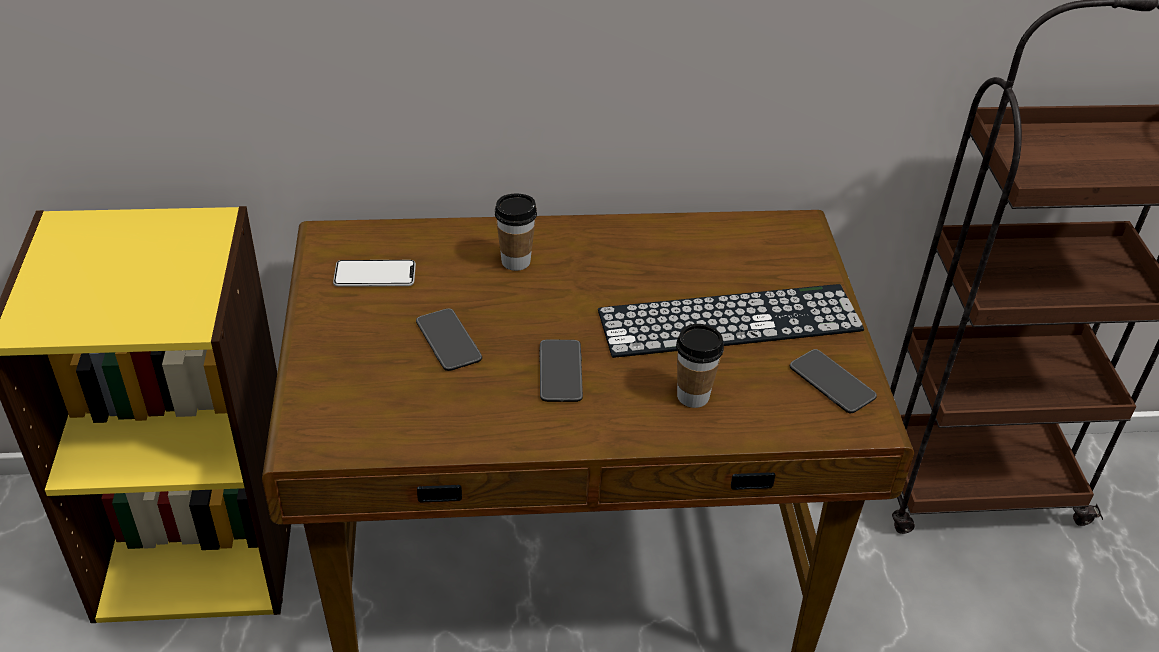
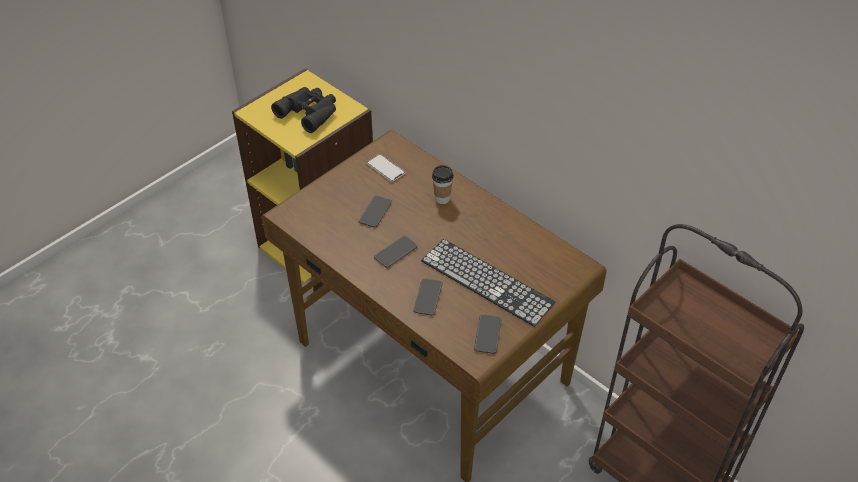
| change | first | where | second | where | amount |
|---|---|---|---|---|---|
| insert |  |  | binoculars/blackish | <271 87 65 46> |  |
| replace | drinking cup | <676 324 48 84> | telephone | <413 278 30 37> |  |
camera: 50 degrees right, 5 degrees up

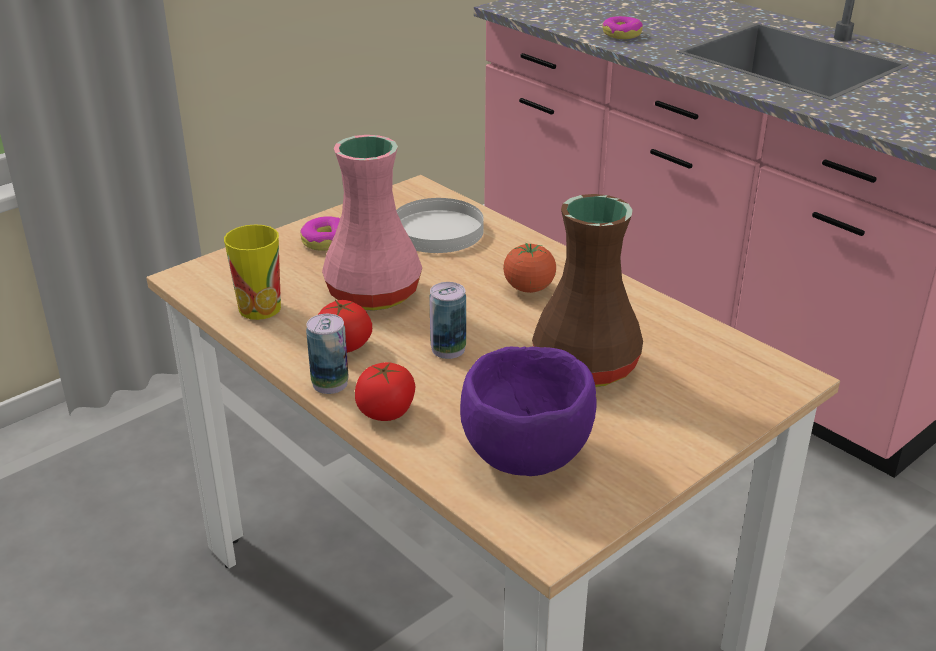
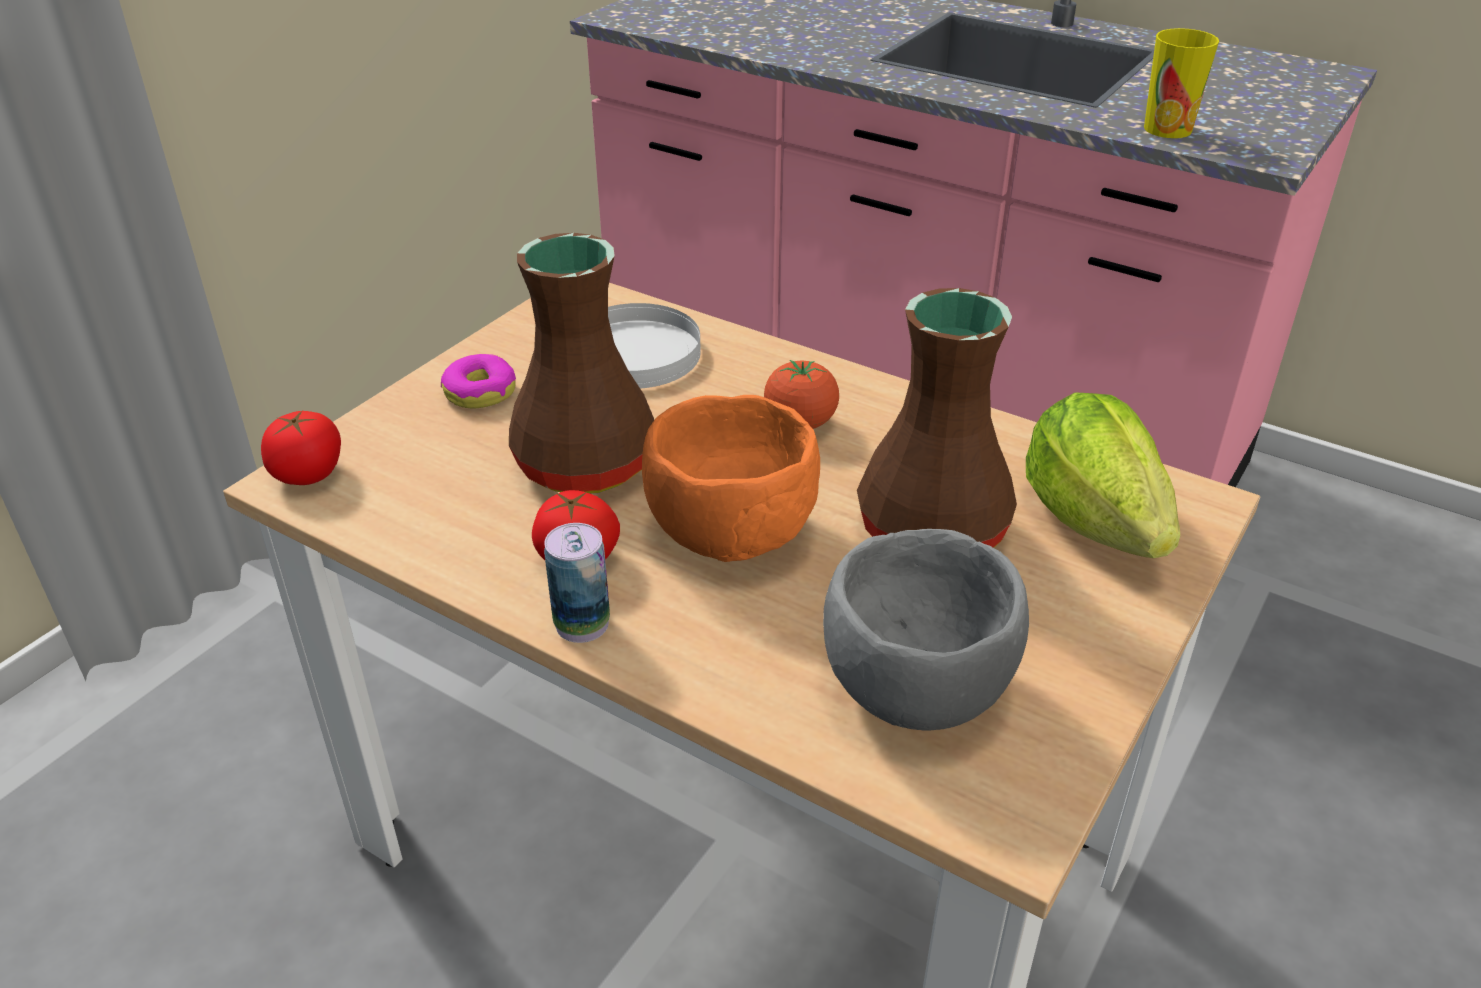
| change | first | where | second | where | amount |
|---|---|---|---|---|---|
| delete | donut | <602 16 41 23> |  |  |  |
| insert |  |  | lettuce | <1026 392 154 166> |  |
| move | drinking cup | <224 224 57 96> |  | <1144 28 75 110> |  |
| move | whole tomato | <355 362 60 59> |  | <261 410 80 75> |  |
| replace | metal can | <429 282 37 77> | bowl/orange | <642 395 178 167> |  |
| recolor | vase/pinkish | <322 135 100 176> | vase/brownish | <509 233 145 261> |  |
| recolor | bowl/purplish | <460 347 137 129> | bowl/gray | <823 529 206 202> |  |
camera: 15 degrees left, 5 degrees up

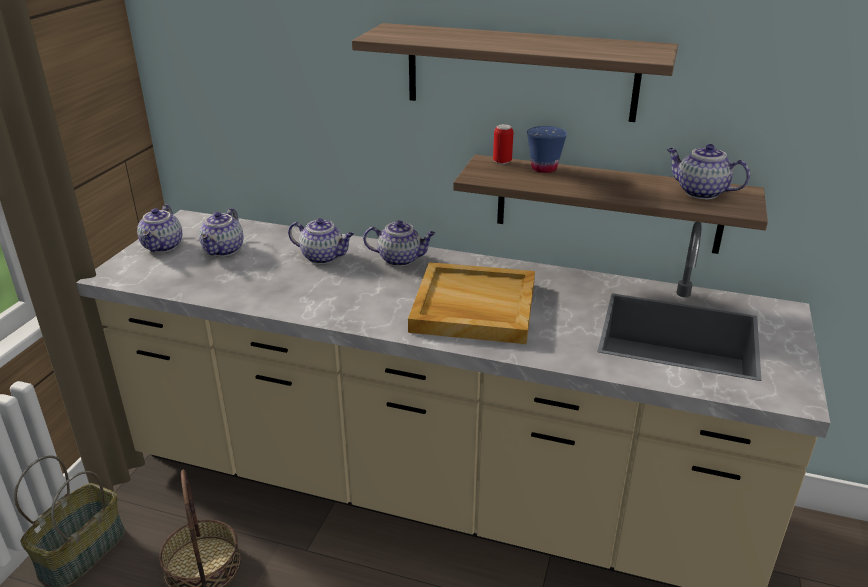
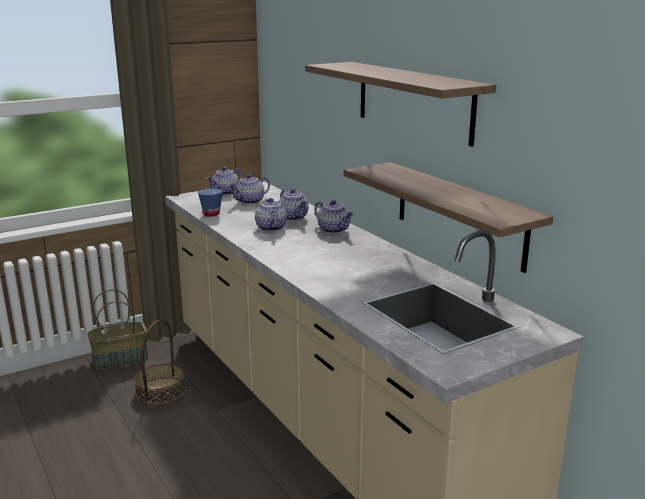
| change | first | where | second | where | amount |
|---|---|---|---|---|---|
| delete | carrying tray/beige | <408 262 127 82> |  |  |  |
| delete | metal can | <493 124 21 40> |  |  |  |
| move | drinking cup/bluish | <527 126 40 47> |  | <198 188 25 29> |  |
| move | tea pot | <667 144 83 55> |  | <255 198 32 33> |  |
camera: 40 degrees right, 10 degrees down

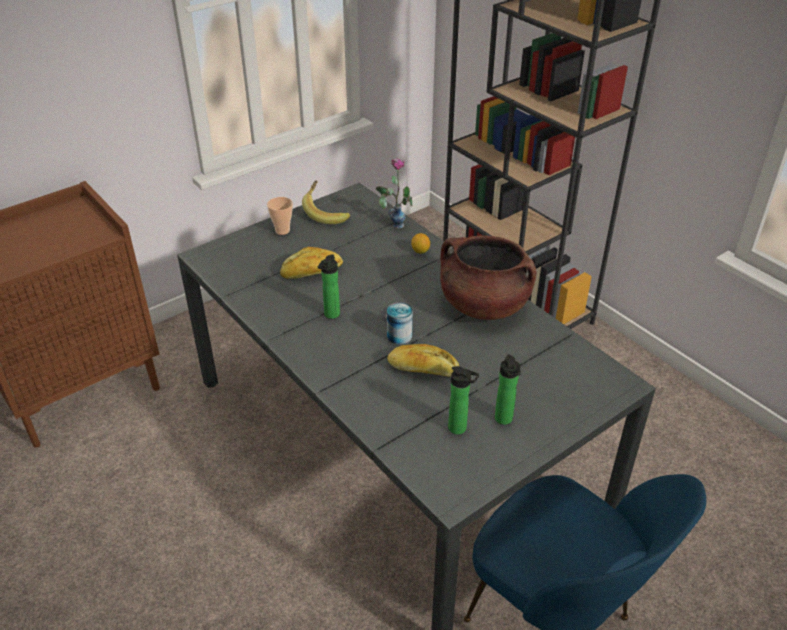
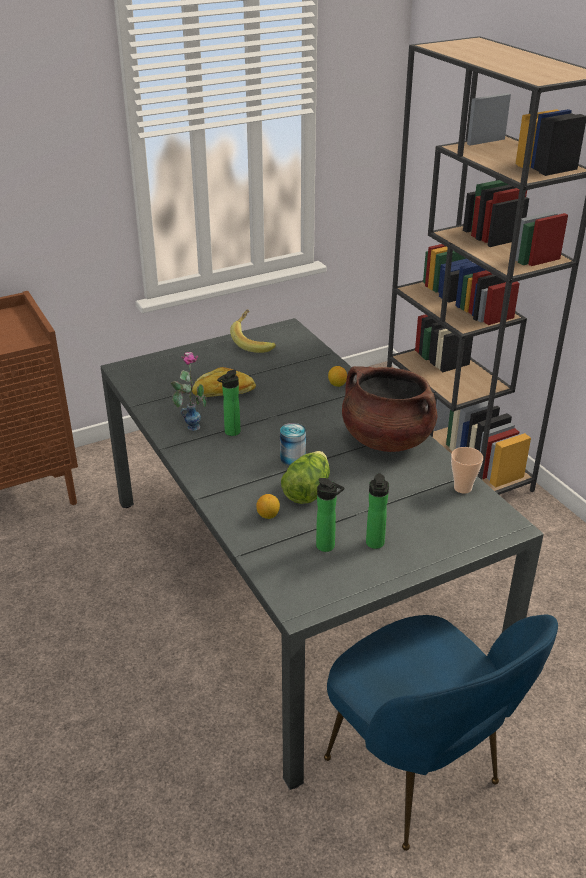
| change | first | where | second | where | amount |
|---|---|---|---|---|---|
| insert |  |  | lemon | <256 494 24 25> |  |
| move | drinking cup | <267 197 26 38> |  | <451 447 32 47> |  |
| move | vase | <376 158 36 71> |  | <171 352 36 79> |  |
| replace | bakery bread | <387 344 72 33> | lettuce | <281 451 49 53> |  |
camera: 10 degrees right, 5 degrees down

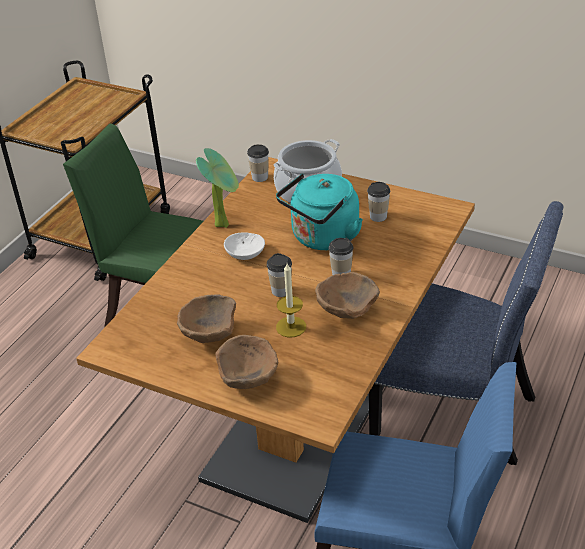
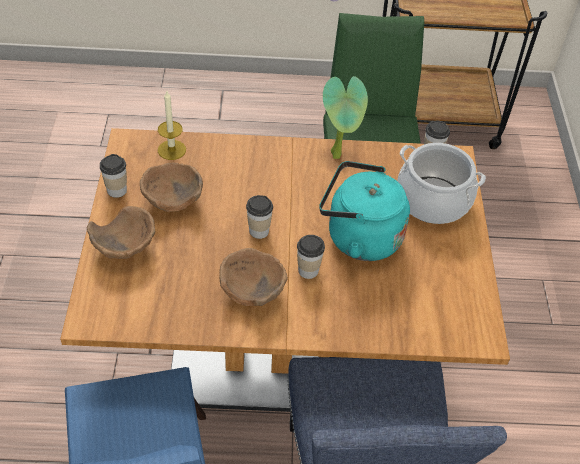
| change | first | where | second | where | amount |
|---|---|---|---|---|---|
| delete | bowl/whitish | <224 232 41 28> |  |  |  |
| move | wax candle | <276 263 30 75> |  | <158 91 28 69> |  |
| move | drinking cup | <367 182 23 40> |  | <100 154 27 44> |  |
camera: 60 degrees right, 10 degrees up

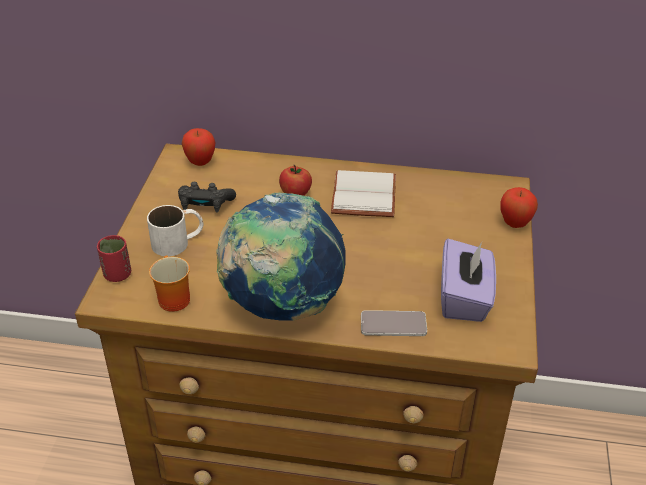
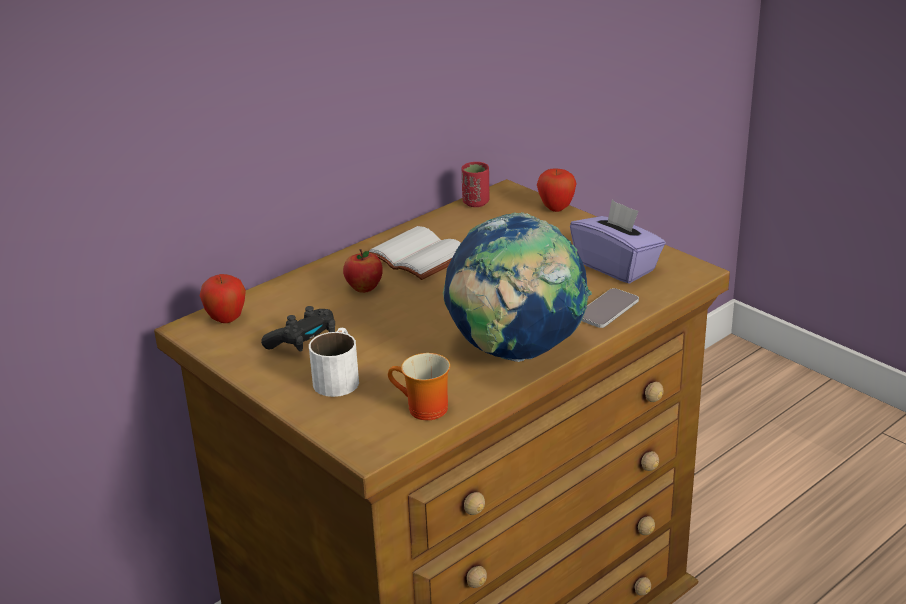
| change | first | where | second | where | amount |
|---|---|---|---|---|---|
| move | drinking cup/red | <97 235 34 47> |  | <462 162 27 45> |  |
camera: 50 degrees left, 10 degrees down

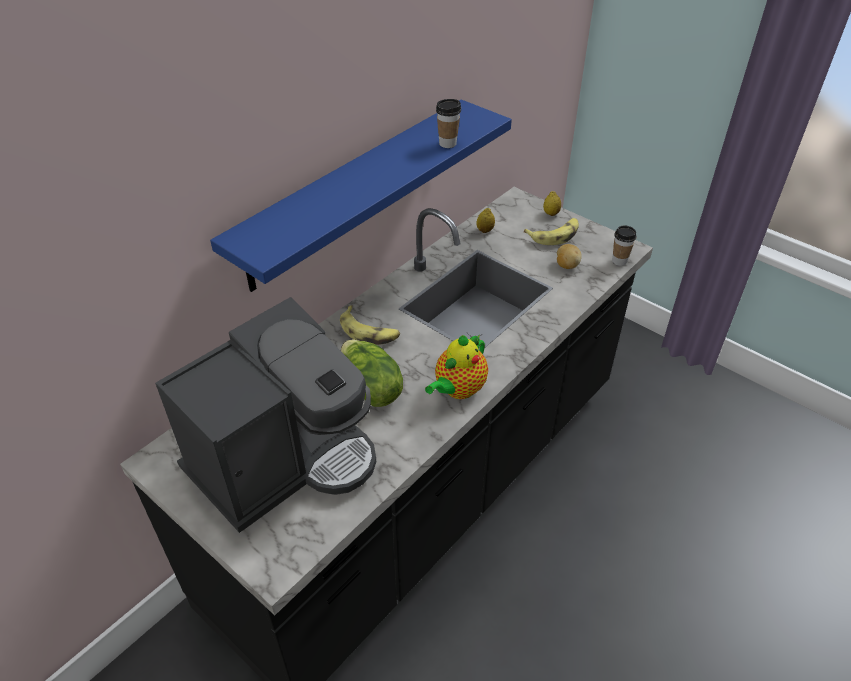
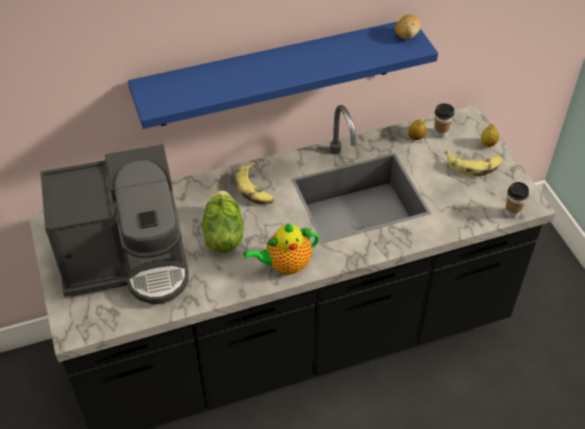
| change | first | where | second | where | amount |
|---|---|---|---|---|---|
| move | drinking cup | <436 99 25 49> |  | <434 103 20 35> |  |
| move | whole potato | <557 244 25 25> |  | <395 14 26 25> |  |
camera: 30 degrees right, 5 degrees up

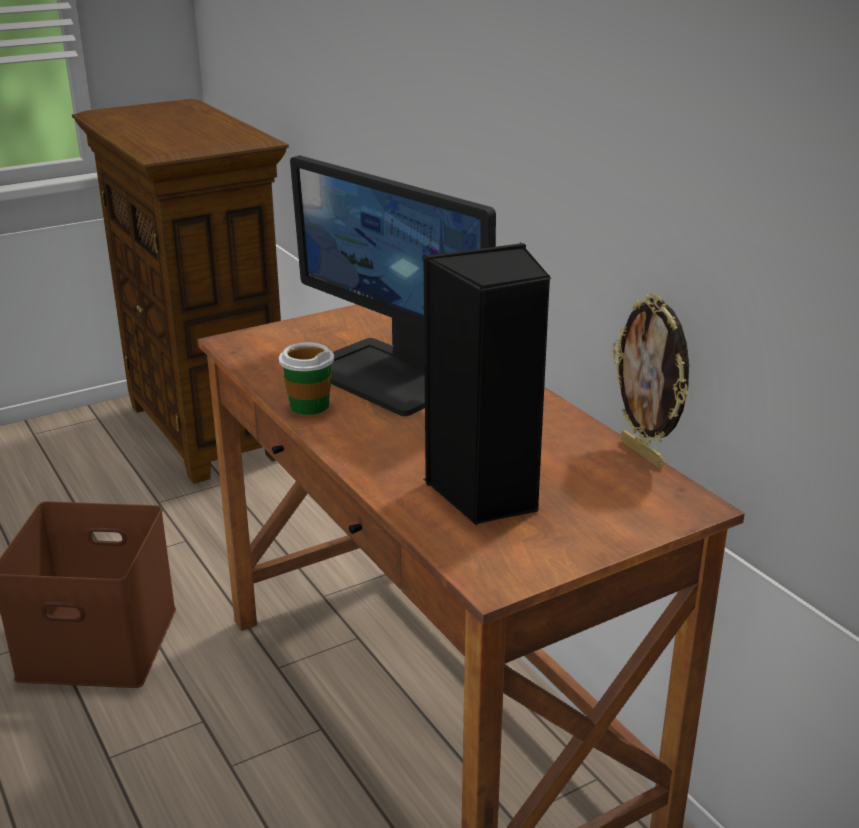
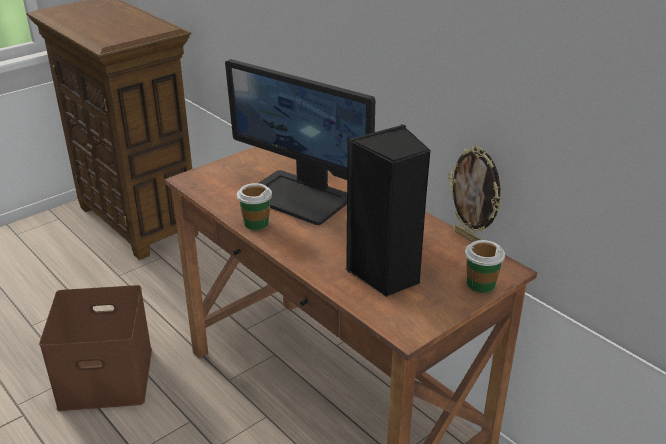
| change | first | where | second | where | amount |
|---|---|---|---|---|---|
| insert |  |  | drinking cup | <465 240 40 53> |  |
camera: 10 degrees left, 5 degrees up

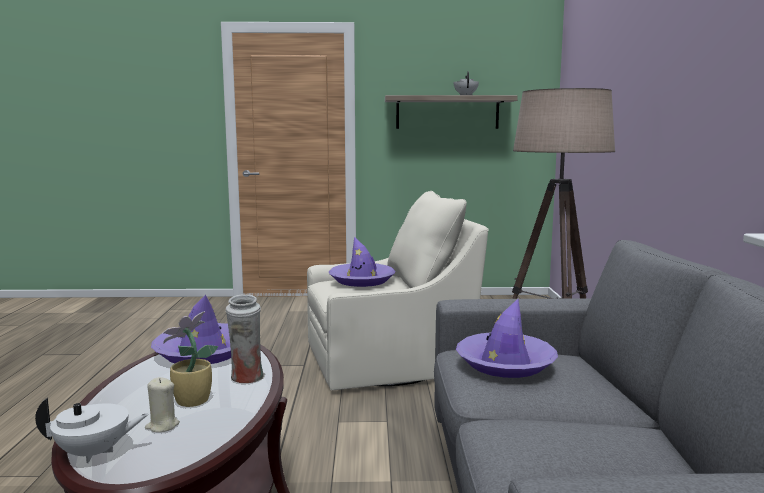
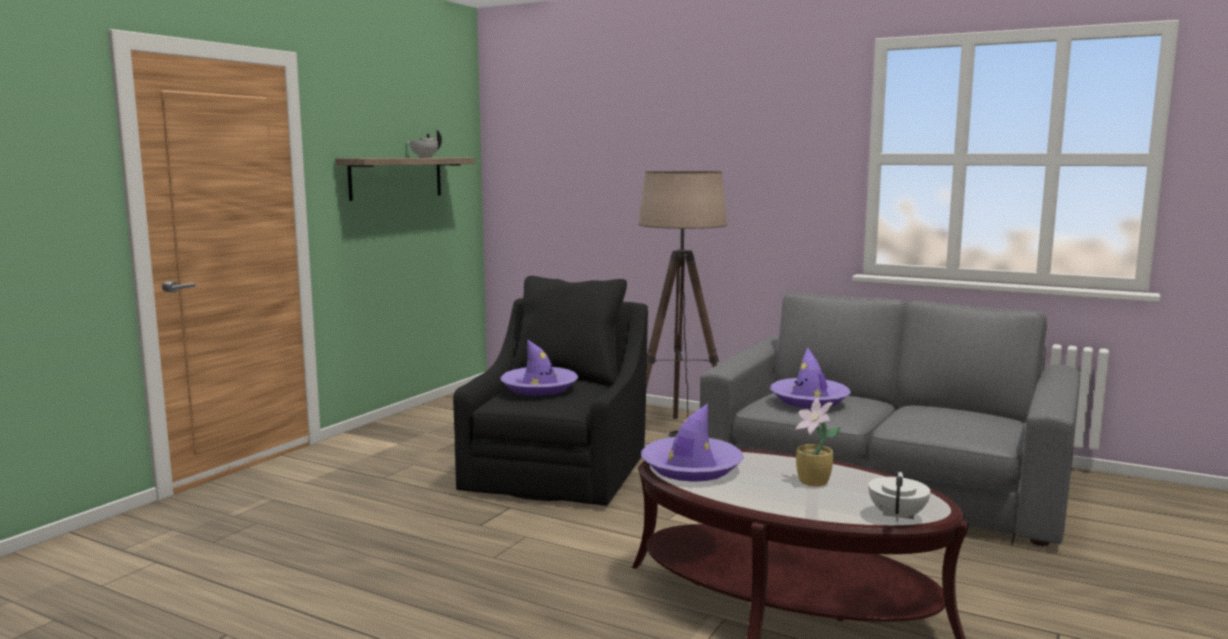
| change | first | where | second | where | amount |
|---|---|---|---|---|---|
| delete | wax candle/beige | <145 377 35 55> |  |  |  |
| delete | vase/whitish | <225 294 40 89> |  |  |  |
| recolor | armchair/beige | <307 191 182 200> | armchair/blackish | <453 276 195 229> |  |
camera: 60 degrees left, 0 degrees up

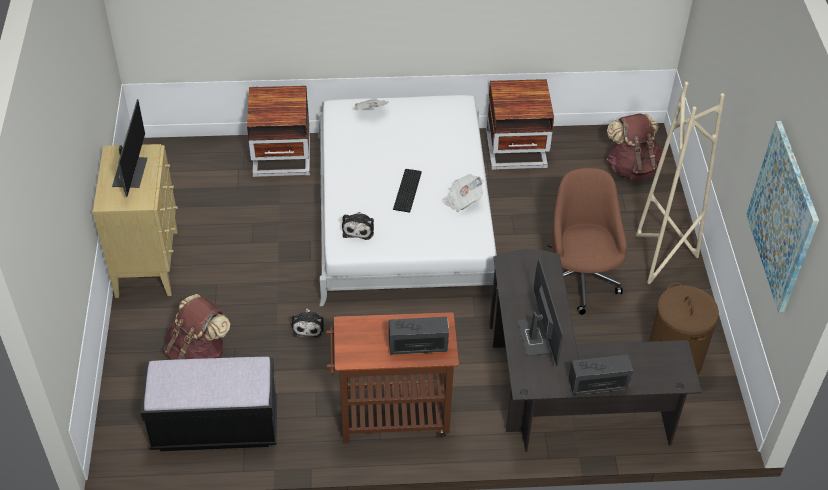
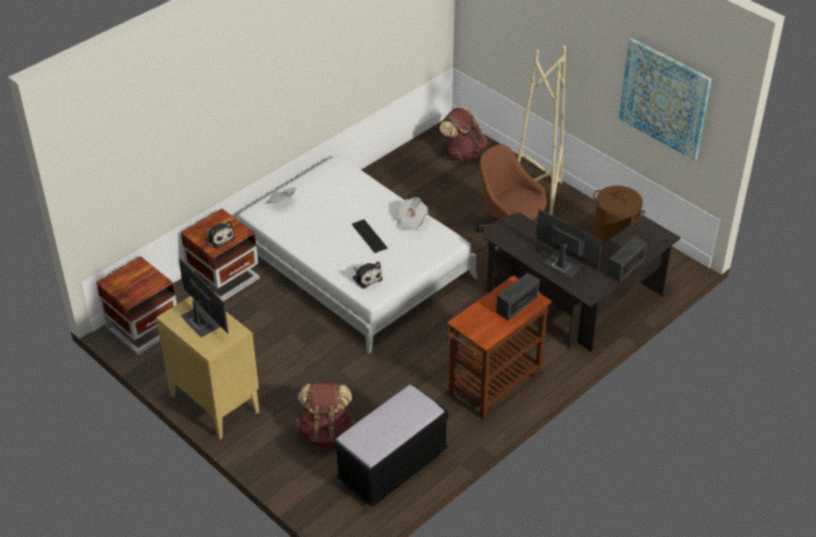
| change | first | where | second | where | amount |
|---|---|---|---|---|---|
| move | cuddly toy | <292 308 32 30> |  | <205 221 30 27> |  |
| move | nightstand | <486 79 68 91> |  | <96 256 81 99> |  |
camera: 40 degrees left, 5 degrees down

